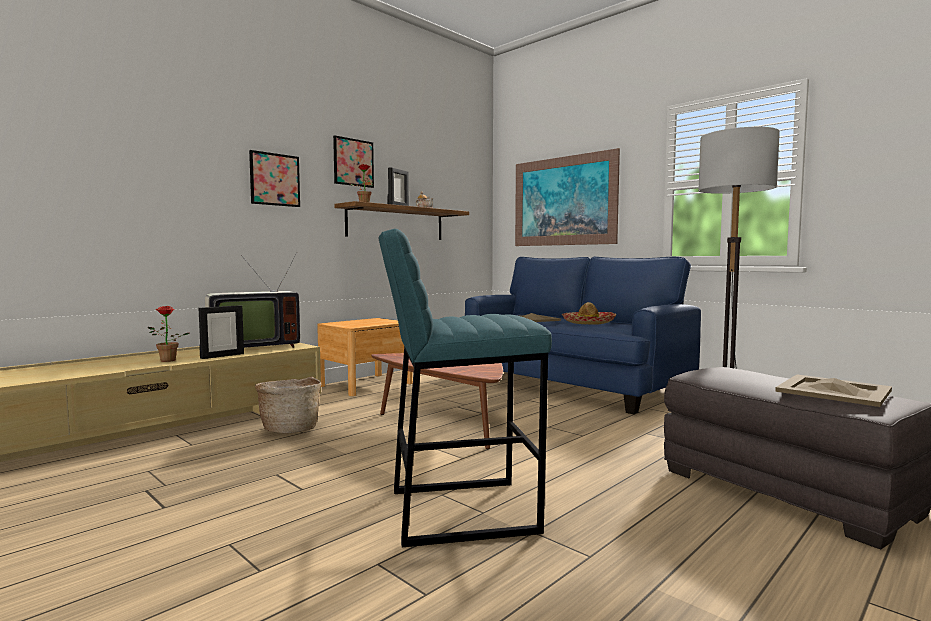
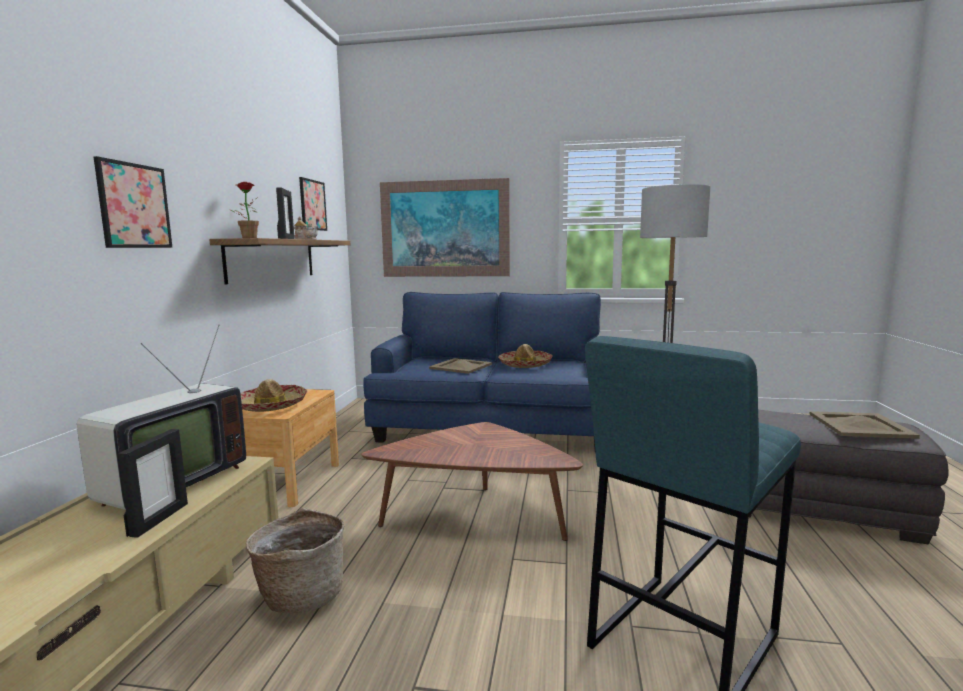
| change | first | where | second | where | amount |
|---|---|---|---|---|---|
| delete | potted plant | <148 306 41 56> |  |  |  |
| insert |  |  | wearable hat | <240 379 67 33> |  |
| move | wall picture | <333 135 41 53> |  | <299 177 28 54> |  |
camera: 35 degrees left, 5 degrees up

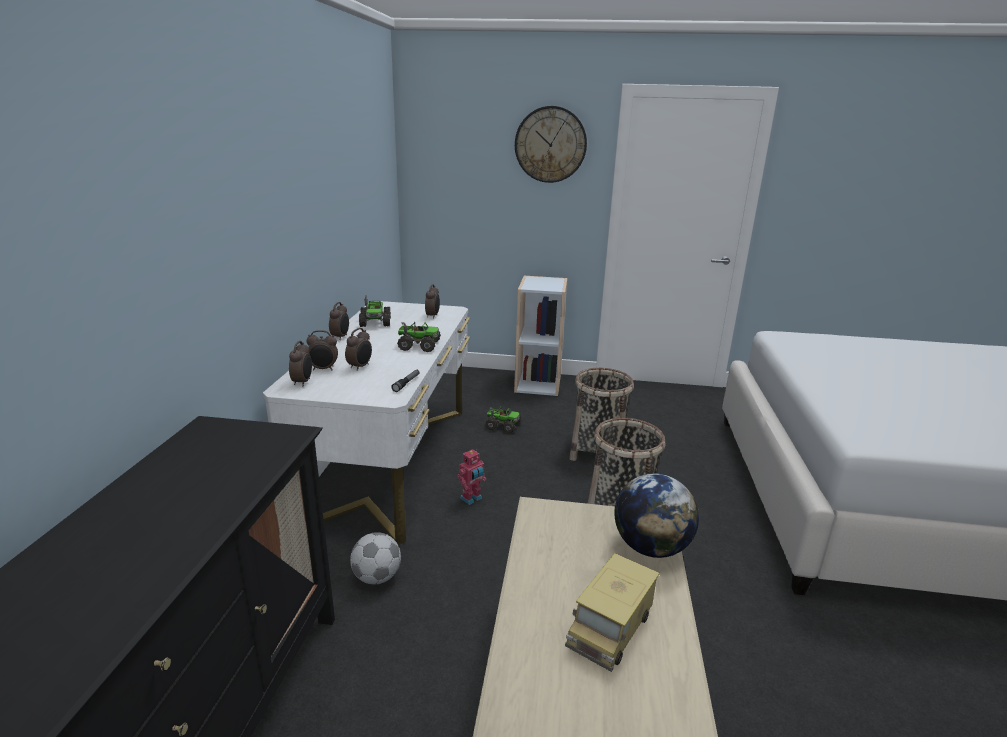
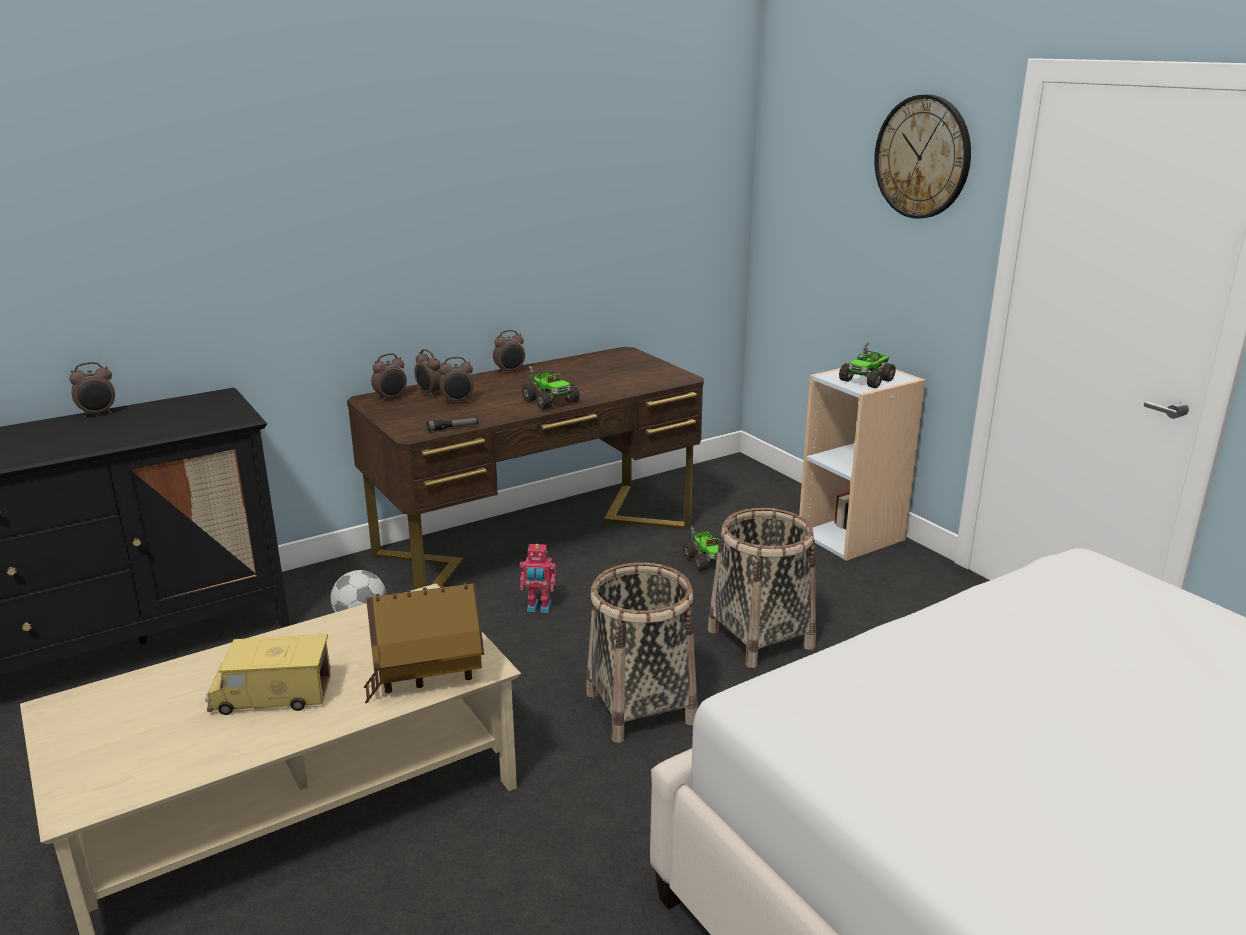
| change | first | where | second | where | amount |
|---|---|---|---|---|---|
| move | model truck | <359 295 32 32> |  | <839 342 57 46> |  |
| move | bedside clock | <425 284 15 35> |  | <69 362 46 55> |  |
| replace | globe | <614 473 85 85> | model house | <364 582 120 121> |  |
| recolor | desk/whitish | <263 301 207 244> | desk/brownish | <347 347 357 243> |  |
camera: 50 degrees right, 0 degrees up

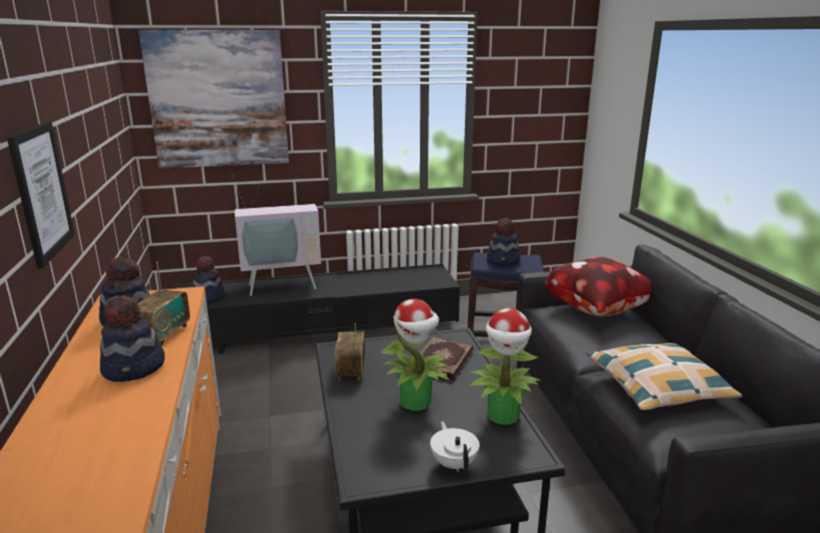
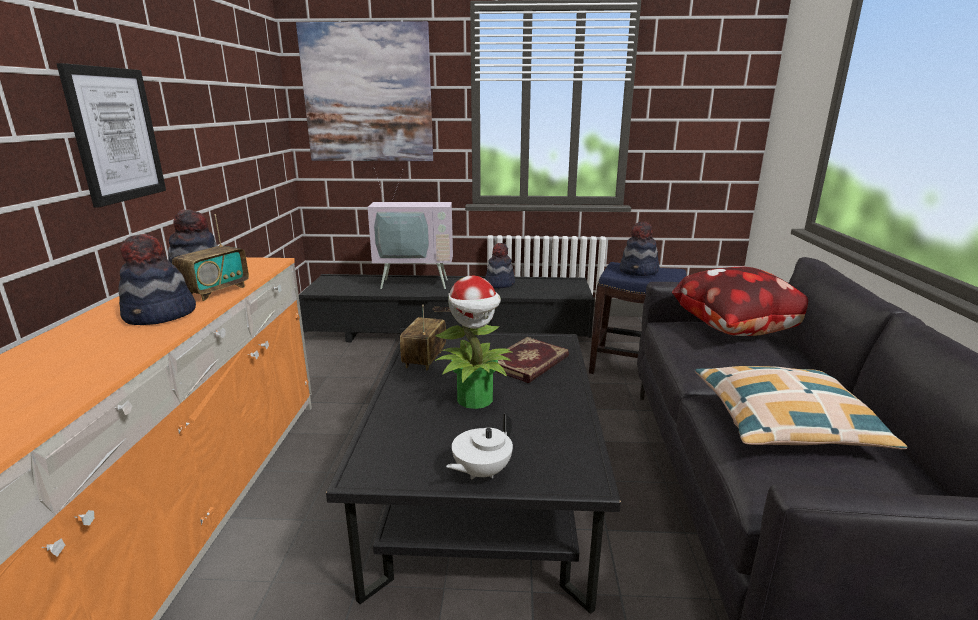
| change | first | where | second | where | amount |
|---|---|---|---|---|---|
| delete | potted plant | <469 308 72 117> |  |  |  |
| move | wearable hat | <193 256 32 48> |  | <485 243 30 45> |  |
| rotate | tea pot/whitish | <430 421 49 51> |  | <446 413 67 67> | 135 degrees counterclockwise |
camera: 15 degrees right, 0 degrees up

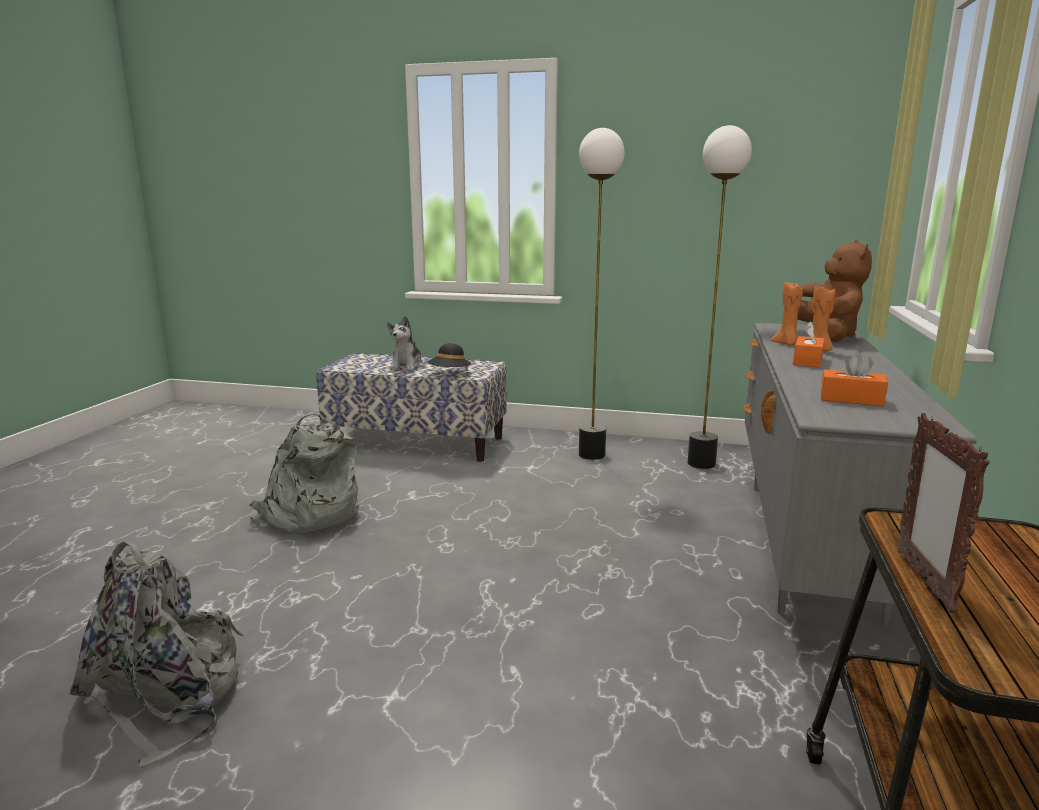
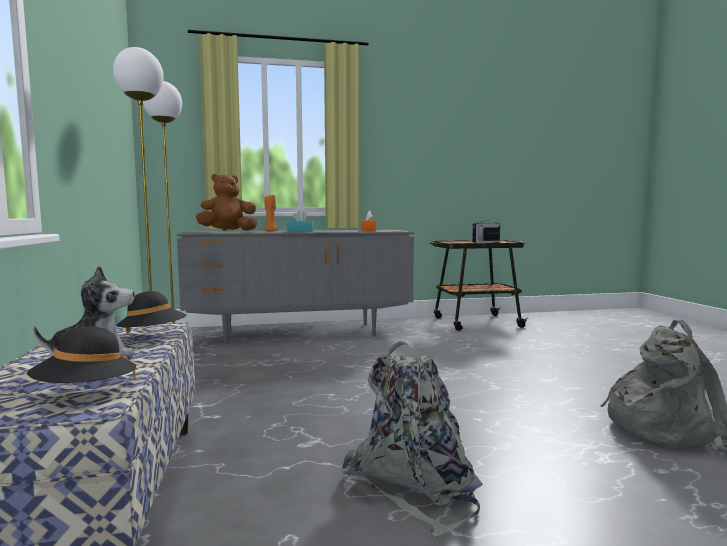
| change | first | where | second | where | amount |
|---|---|---|---|---|---|
| delete | wax candle/orange | <771 280 32 65> |  |  |  |
| insert |  |  | wearable hat/blackish | <27 326 109 57> |  |
| replace | standing frame | <897 413 93 200> | radio set | <472 218 28 25> |  |
| recolor | tissue holder/orange | <793 322 31 45> | tissue holder/turquoise-coloured | <287 210 27 22> |  |
camera: 115 degrees left, 10 degrees down

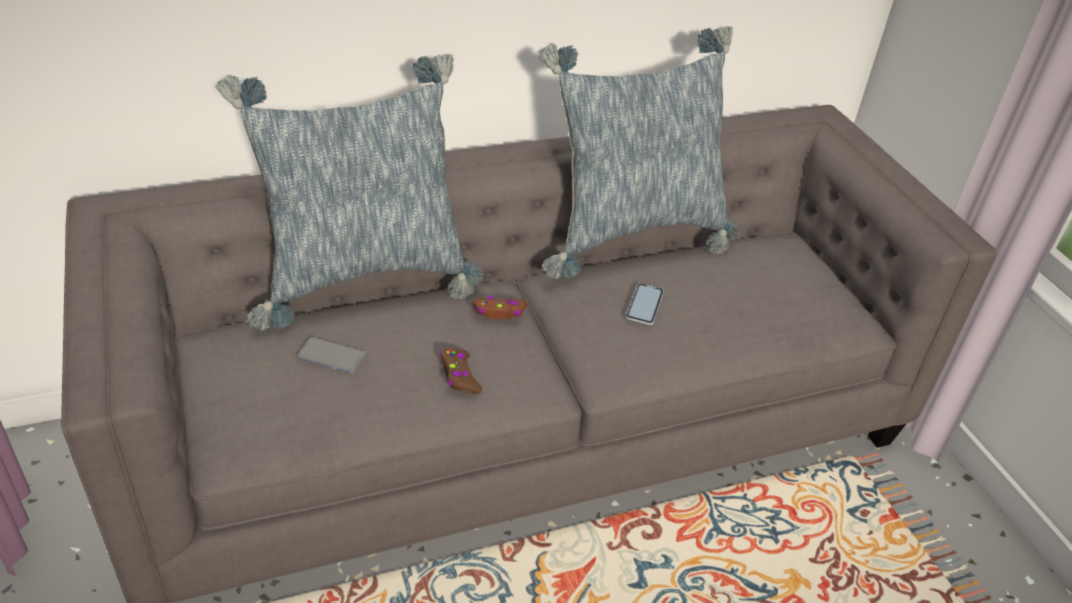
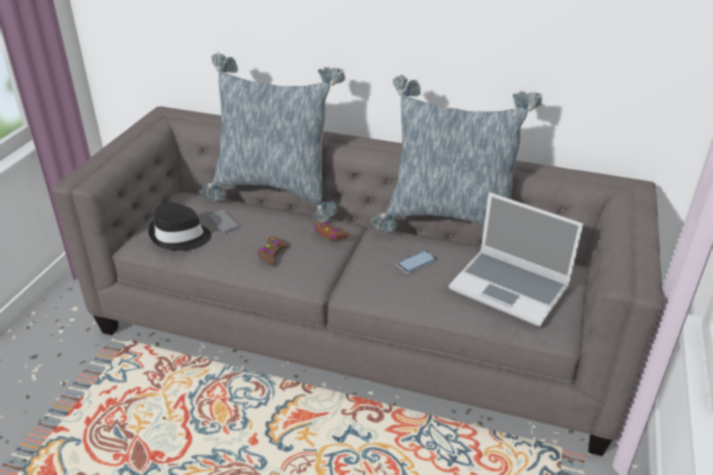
| change | first | where | second | where | amount |
|---|---|---|---|---|---|
| insert |  |  | wearable hat/blackish | <148 202 64 49> |  |
| insert |  |  | notebook computer | <449 192 134 134> |  |
camera: 40 degrees right, 5 degrees down

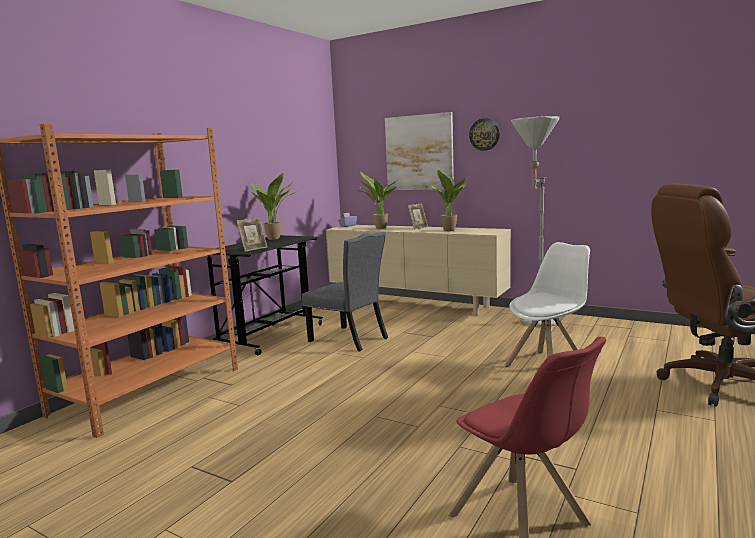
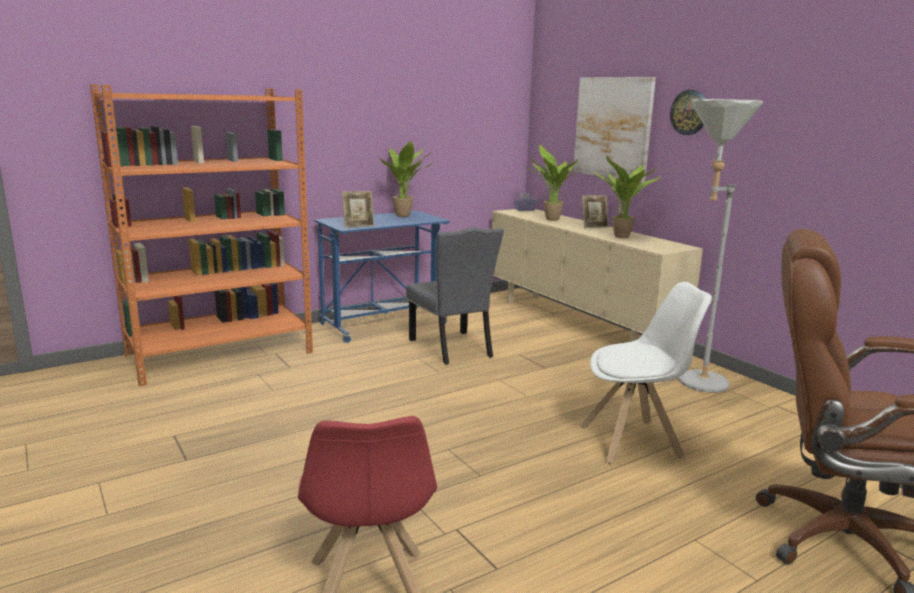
| change | first | where | second | where | amount |
|---|---|---|---|---|---|
| recolor | desk/blackish | <207 235 116 120> | desk/bluish | <315 211 134 132> |  |
camera: 25 degrees right, 5 degrees up

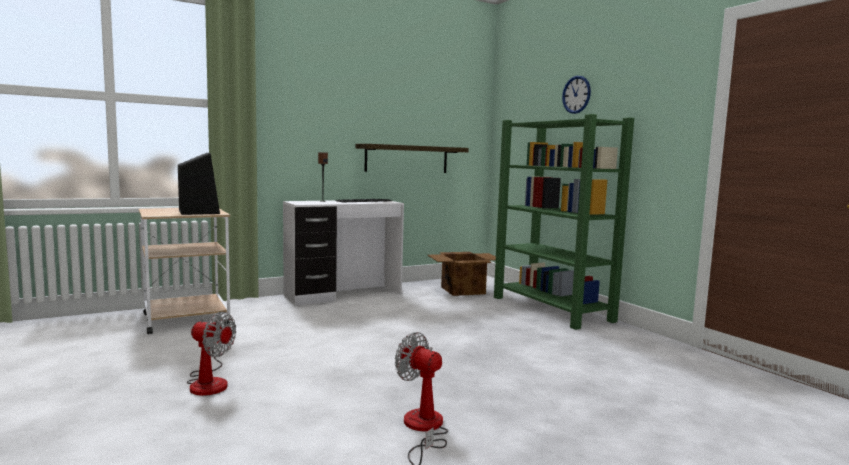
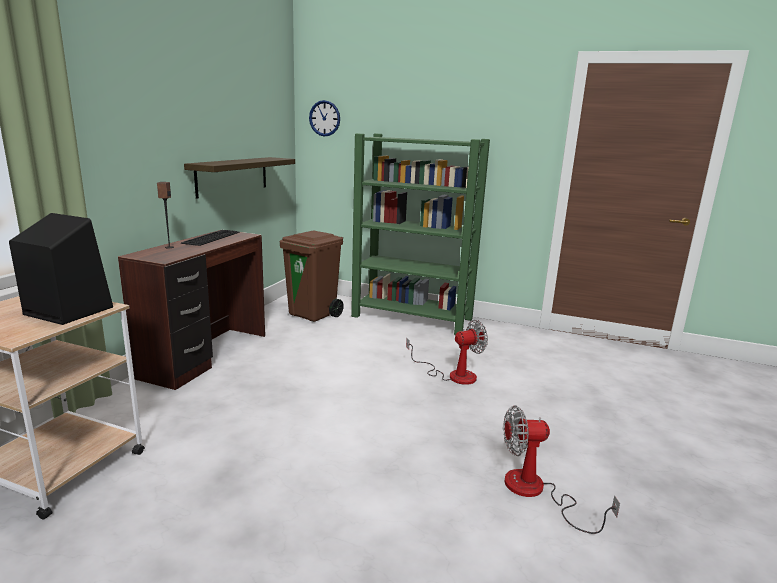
| change | first | where | second | where | amount |
|---|---|---|---|---|---|
| move | electric fan | <187 312 49 84> |  | <406 320 82 65> |  |
| move | hanging clock | <562 76 29 38> |  | <309 100 31 37> |  |
| replace | carton | <427 252 69 44> | rubbish bin/brownish | <280 231 64 91> |  |
| recolor | desk/whitish | <283 200 121 106> | desk/brownish | <118 230 147 160> |  |
camera: 40 degrees left, 10 degrees up

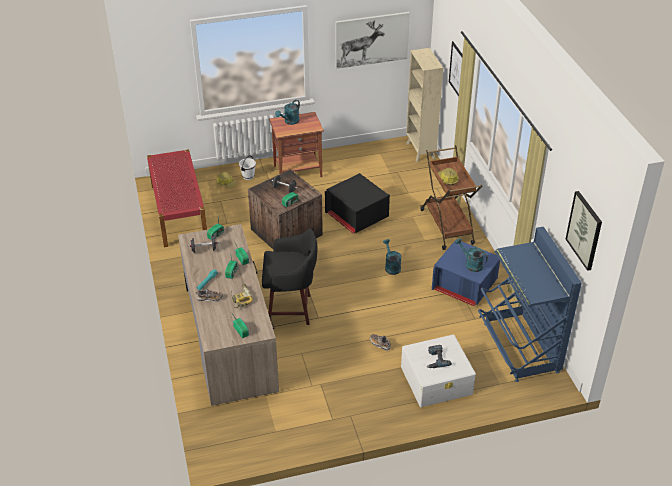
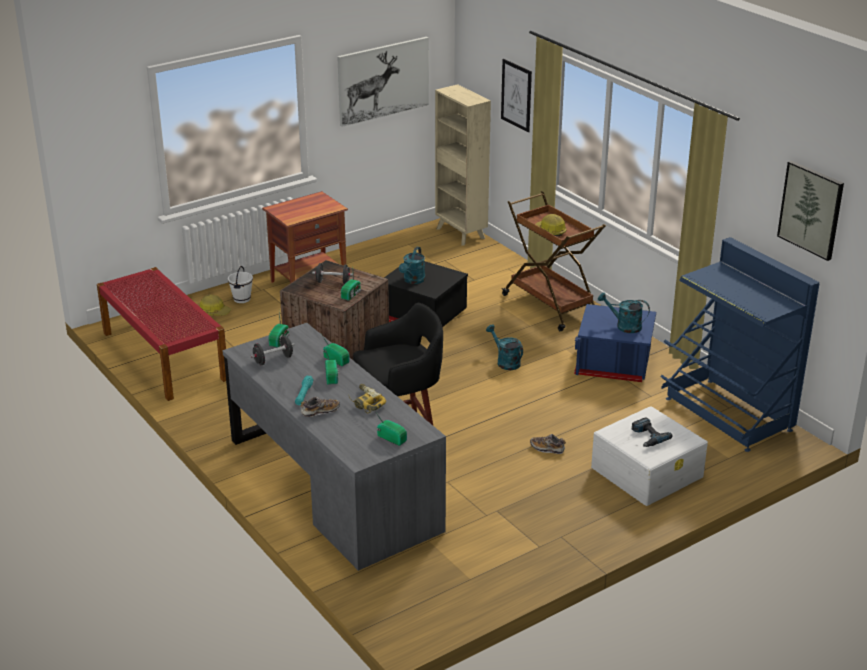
| change | first | where | second | where | amount |
|---|---|---|---|---|---|
| move | sprinkling can/turquoise-coloured | <275 100 25 25> |  | <399 247 26 37> |  |
| recolor | desk/brownish | <178 224 101 182> | desk/gray | <222 323 224 248> |  |
camera: 20 degrees left, 10 degrees down

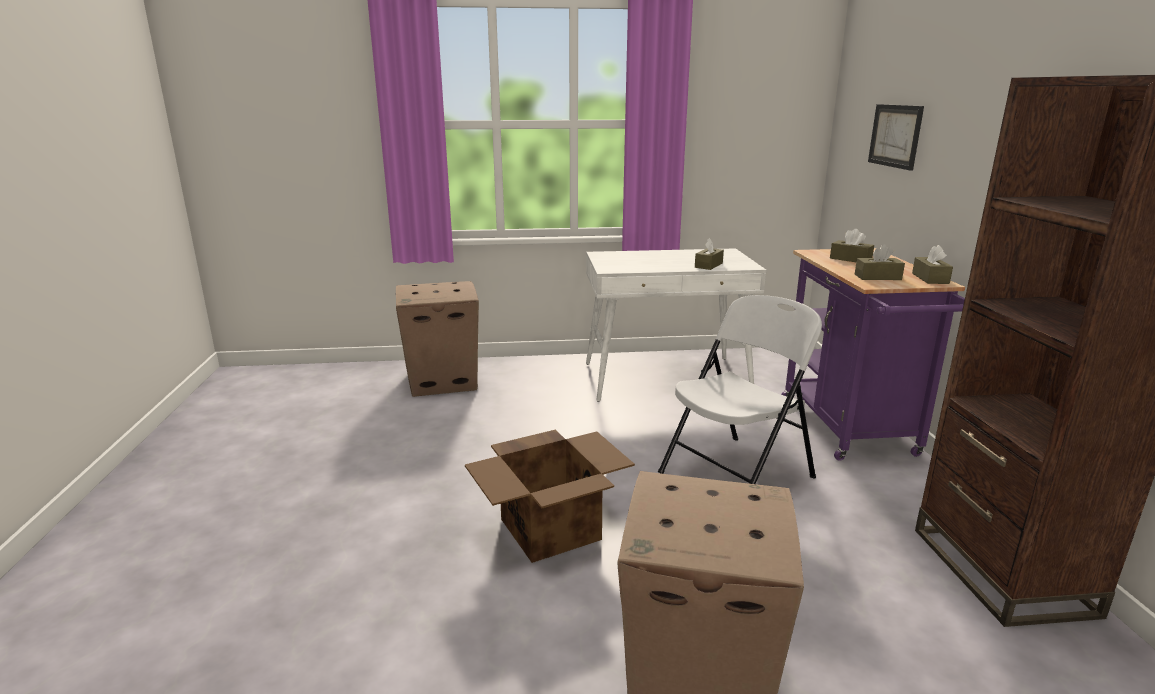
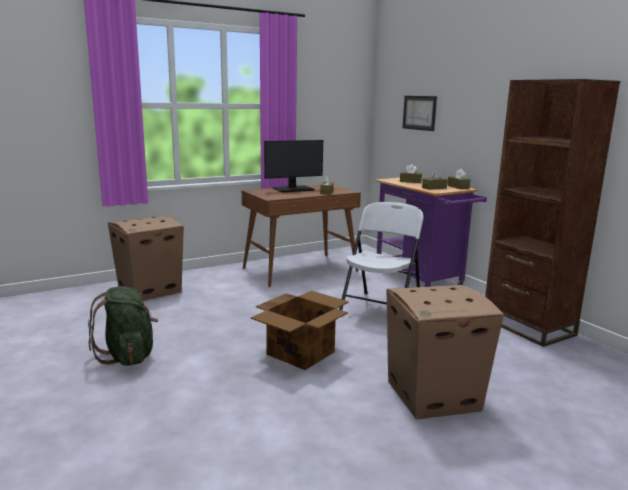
| change | first | where | second | where | amount |
|---|---|---|---|---|---|
| insert |  |  | backpack/green-coloured | <88 286 70 80> |  |
| insert |  |  | monitor | <264 140 59 53> |  |
| recolor | desk/whitish | <586 248 180 154> | desk/brownish | <242 184 119 103> |  |
camera: 25 degrees left, 5 degrees down

